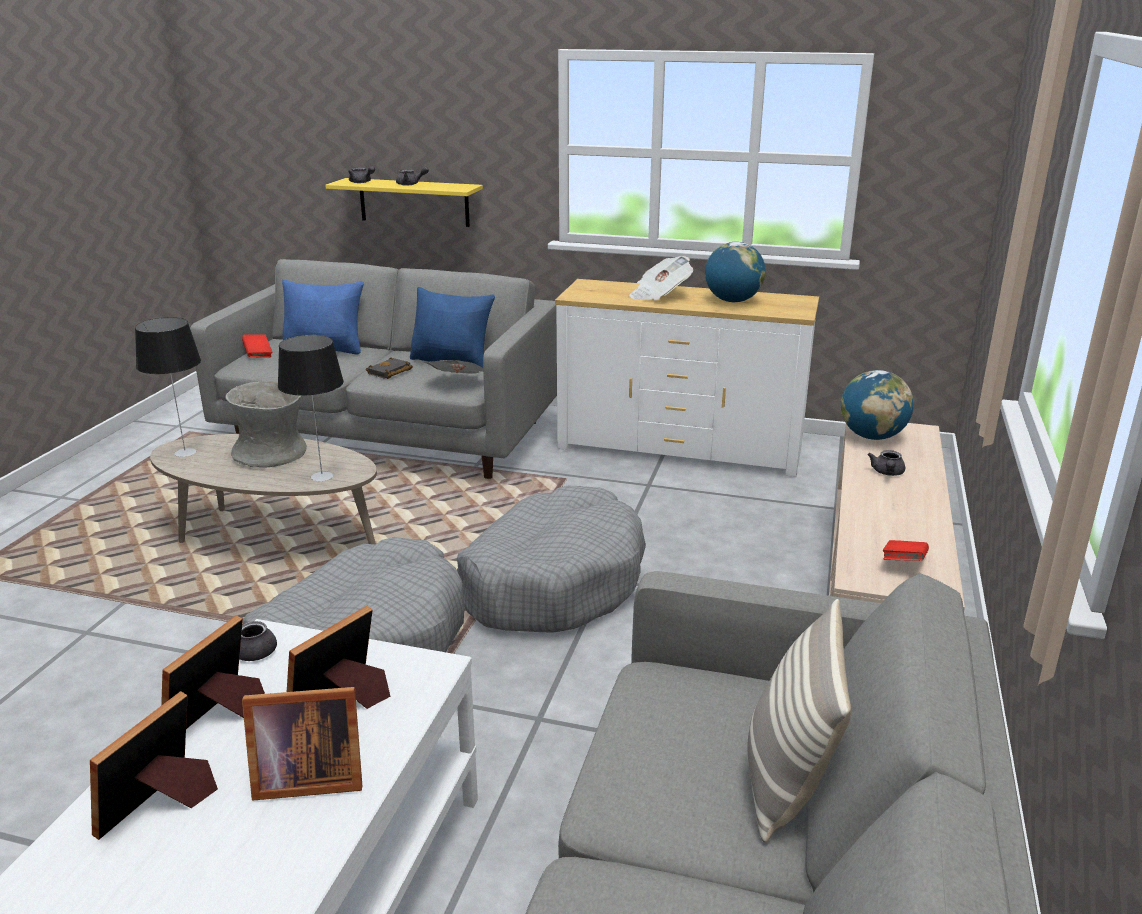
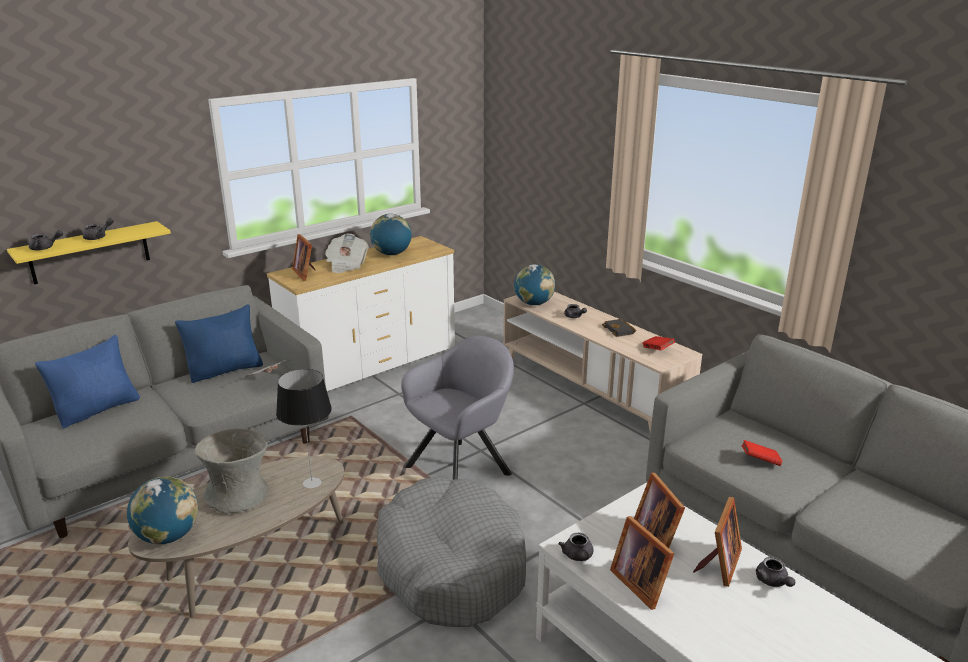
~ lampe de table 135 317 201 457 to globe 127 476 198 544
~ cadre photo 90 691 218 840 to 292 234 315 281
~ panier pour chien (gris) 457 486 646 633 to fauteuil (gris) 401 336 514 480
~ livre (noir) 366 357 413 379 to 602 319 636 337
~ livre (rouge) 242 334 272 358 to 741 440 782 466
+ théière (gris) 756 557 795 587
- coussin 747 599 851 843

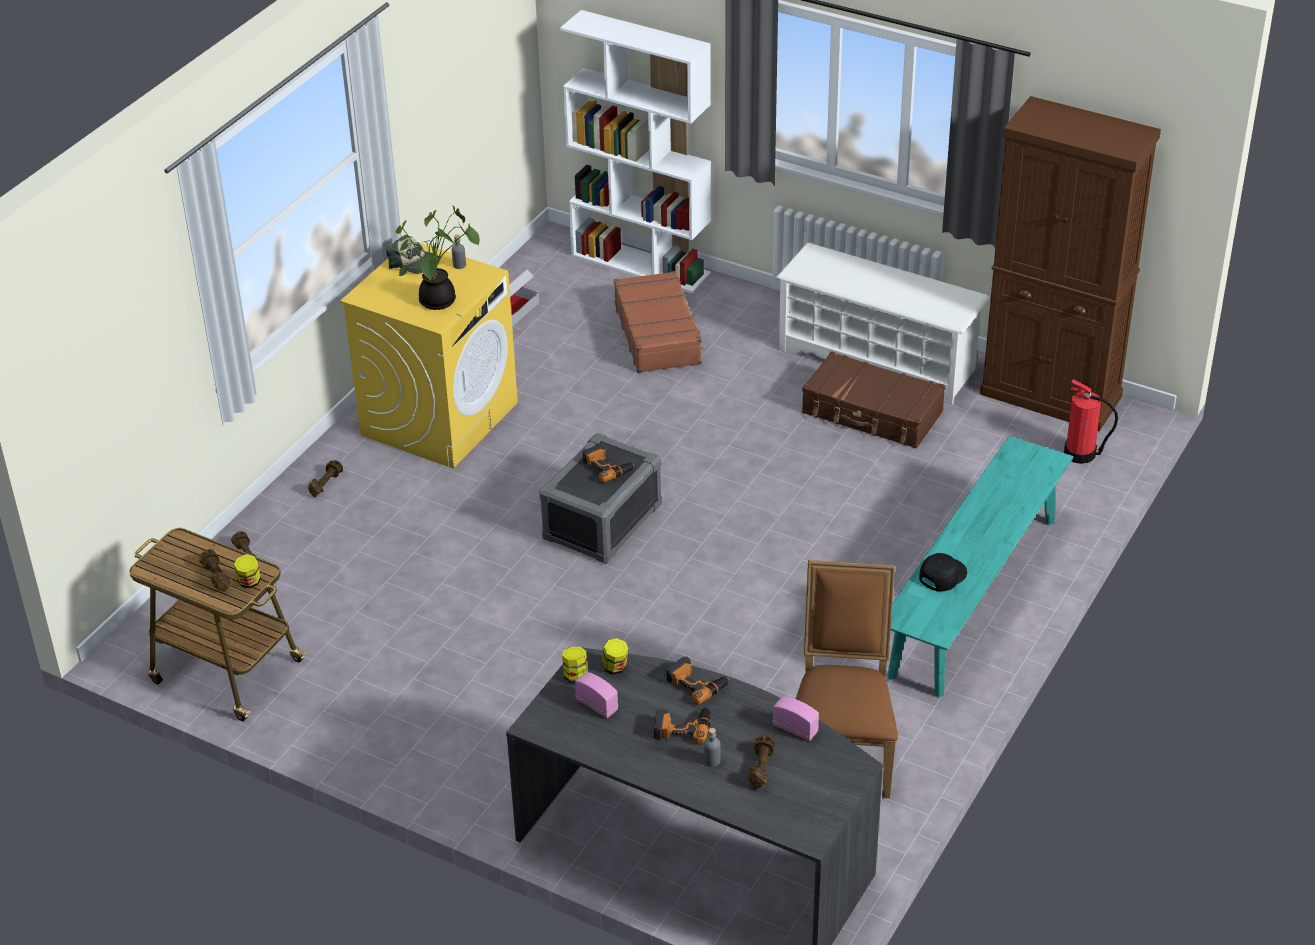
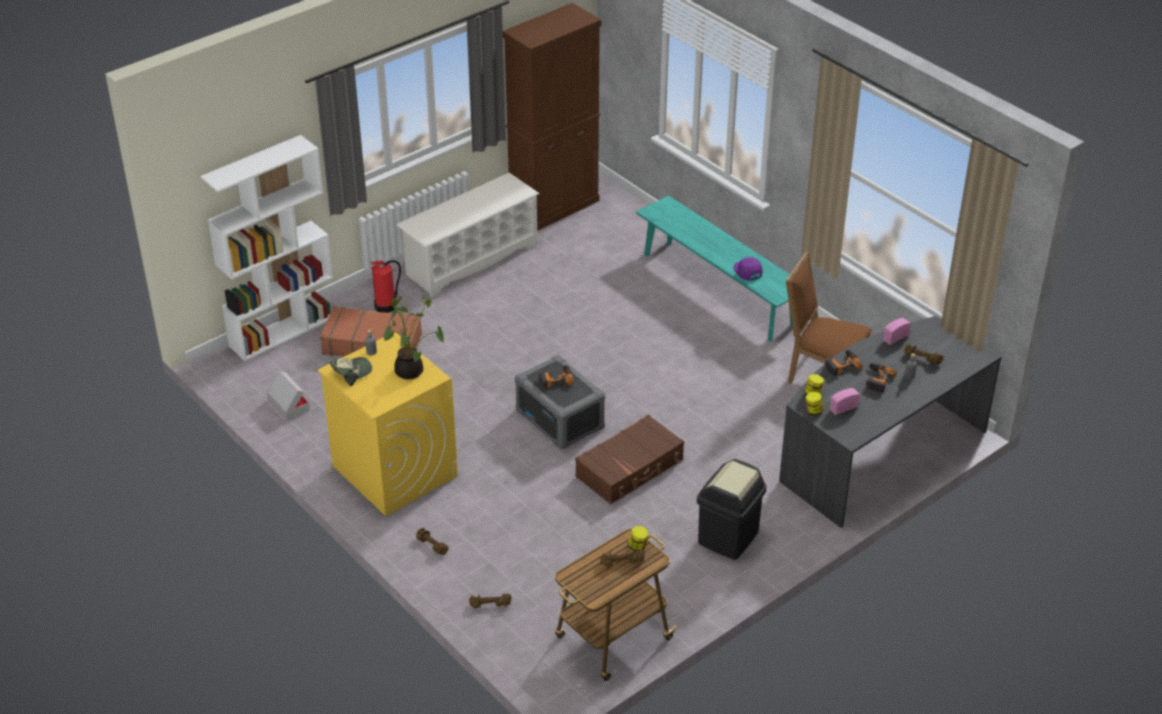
~ extincteur 1064 379 1118 464 to 371 260 401 313
~ valise (marron) 802 351 945 448 to 575 415 684 504
+ poubelle (noir) 697 459 766 560
~ casquette (noir) 919 553 967 592 to casquette (violet) 733 257 762 281

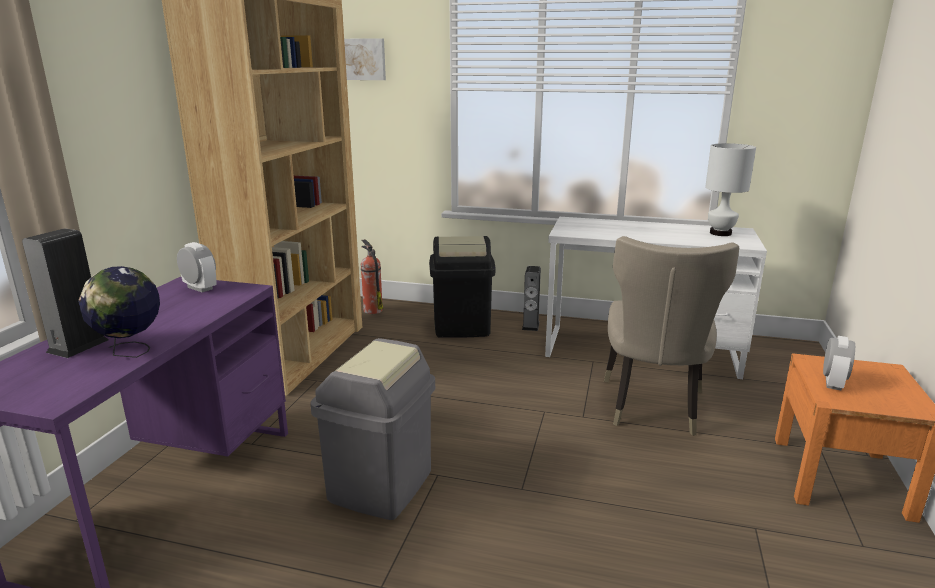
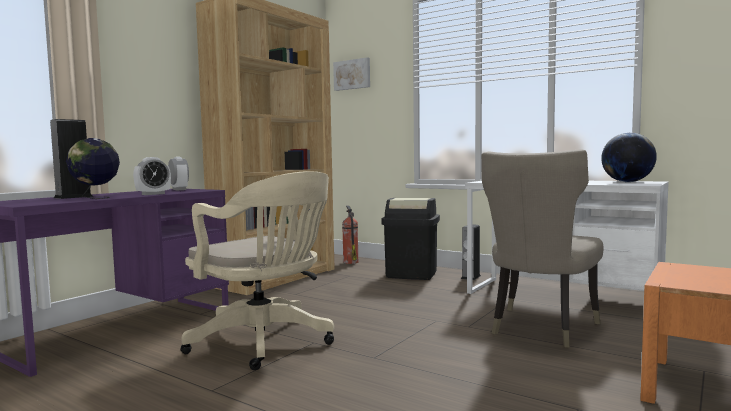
~ réveil 823 336 855 390 to 133 157 171 195
~ poubelle (gris) 310 338 435 520 to chaise de bureau (beige) 181 171 334 370
~ lampe de table (blanc) 705 143 756 236 to globe 601 133 657 182

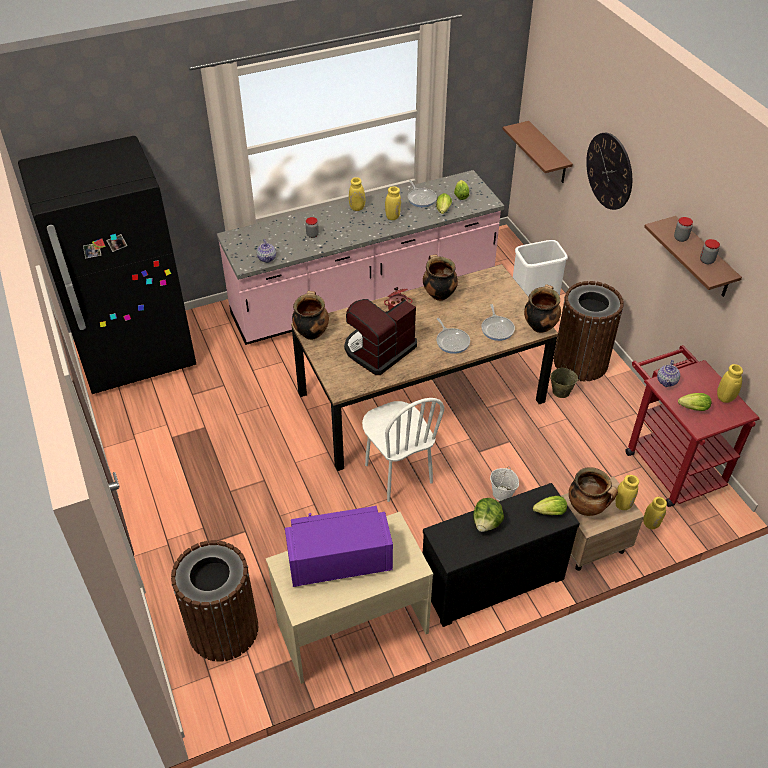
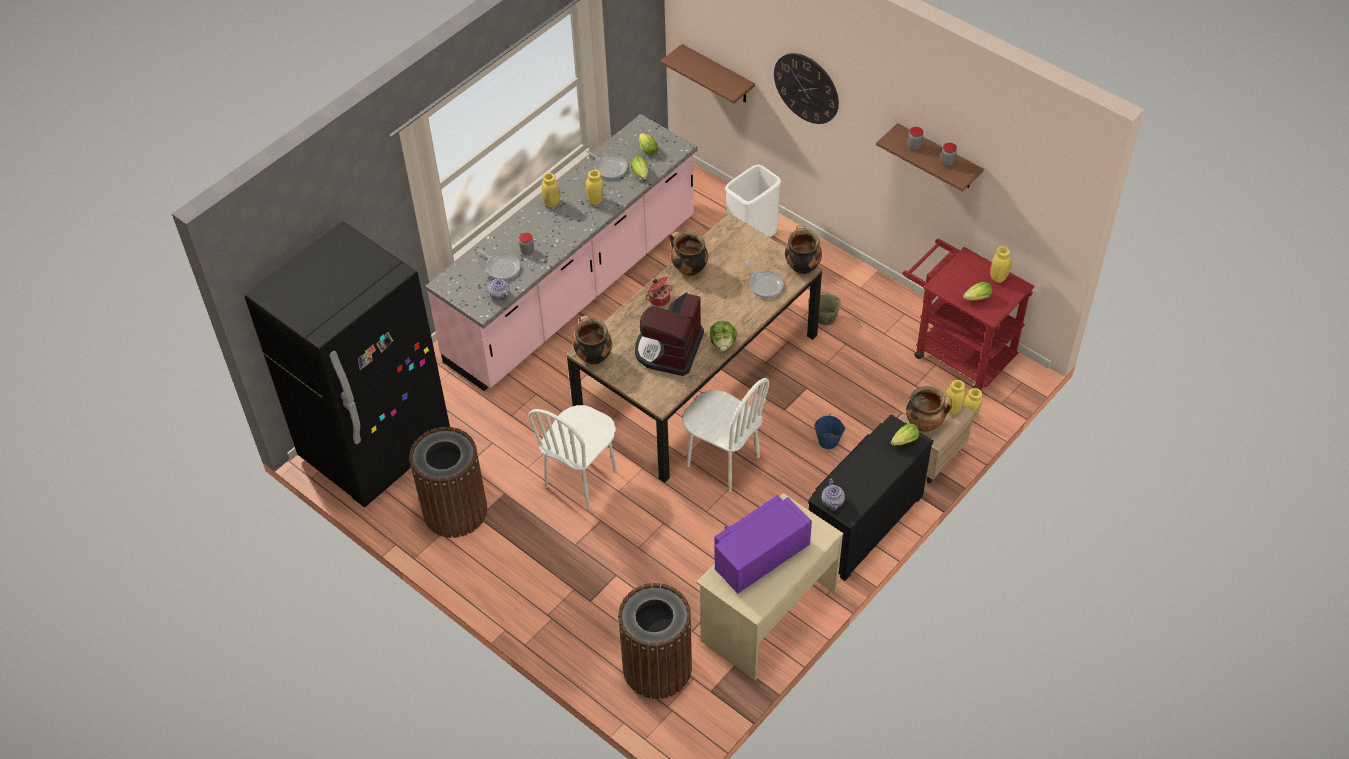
~ poubelle (marron) 554 281 624 381 to 409 427 487 538
~ poêle 436 318 470 354 to 477 249 521 280
+ chaise (blanc) 528 405 617 509
~ laitue 473 498 504 532 to 710 321 737 351
~ seau (blanc) 490 467 519 501 to seau (bleu) 814 414 845 449
~ théière 657 360 680 387 to 822 479 845 511

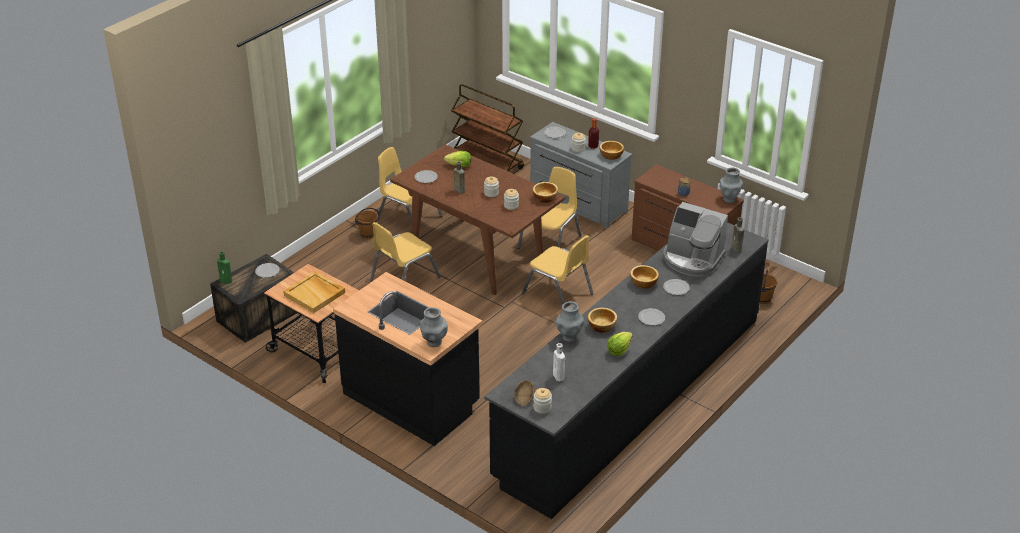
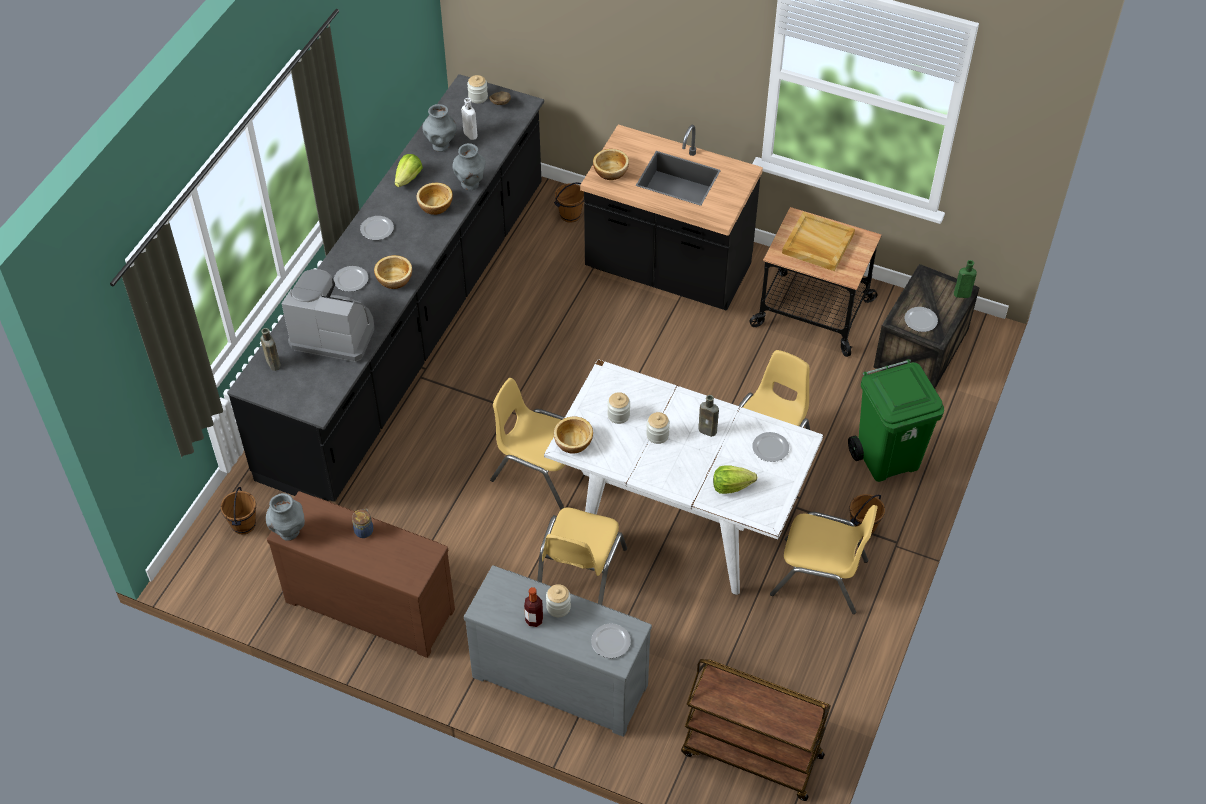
~ vase (gris) 419 307 448 347 to 422 104 456 152
~ table à manger (marron) 390 144 566 295 to table à manger (blanc) 544 359 824 595
+ seau (marron) 554 182 584 223
~ bol 600 141 624 160 to 593 149 629 180
+ poubelle (vert) 848 359 944 482

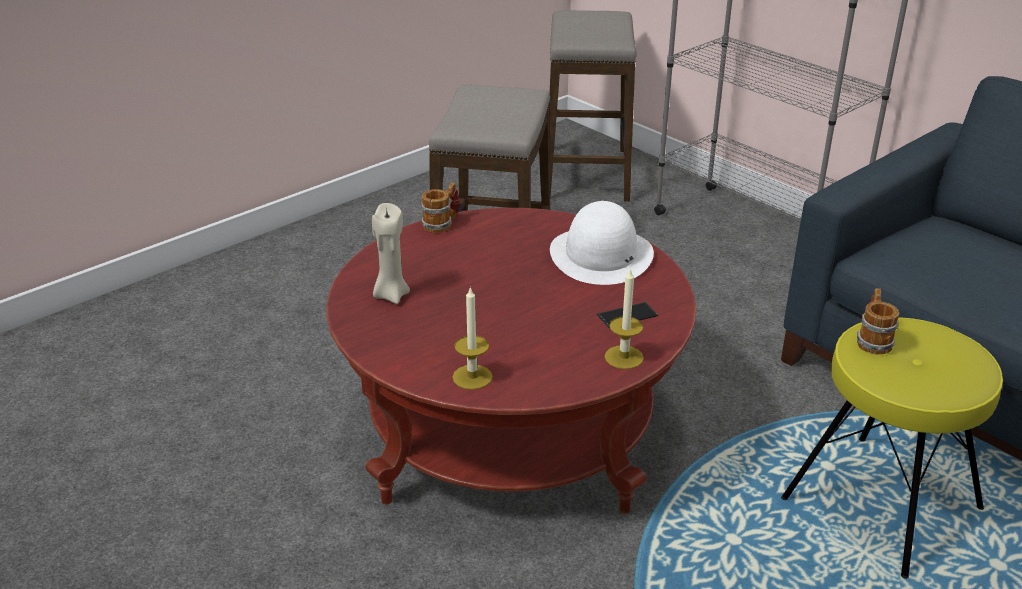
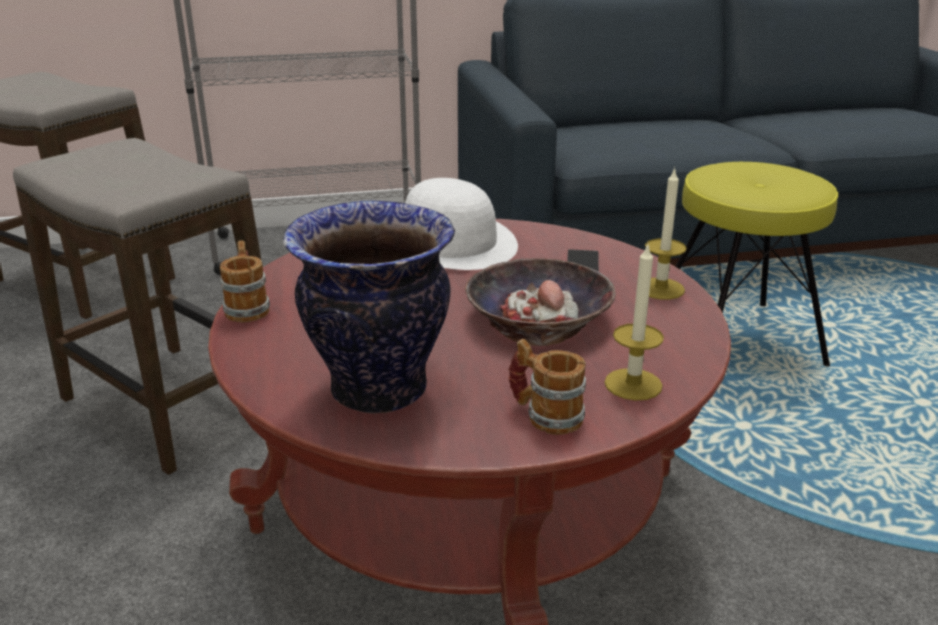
~ bougie (beige) 372 203 410 304 to vase 283 201 455 414
+ bol 465 258 616 346
~ mug 857 288 899 354 to 508 339 586 435

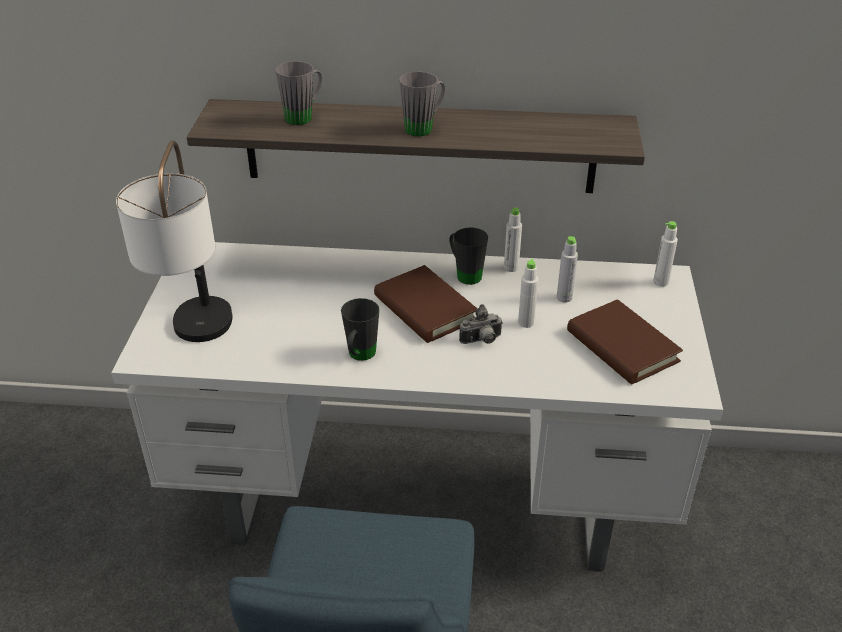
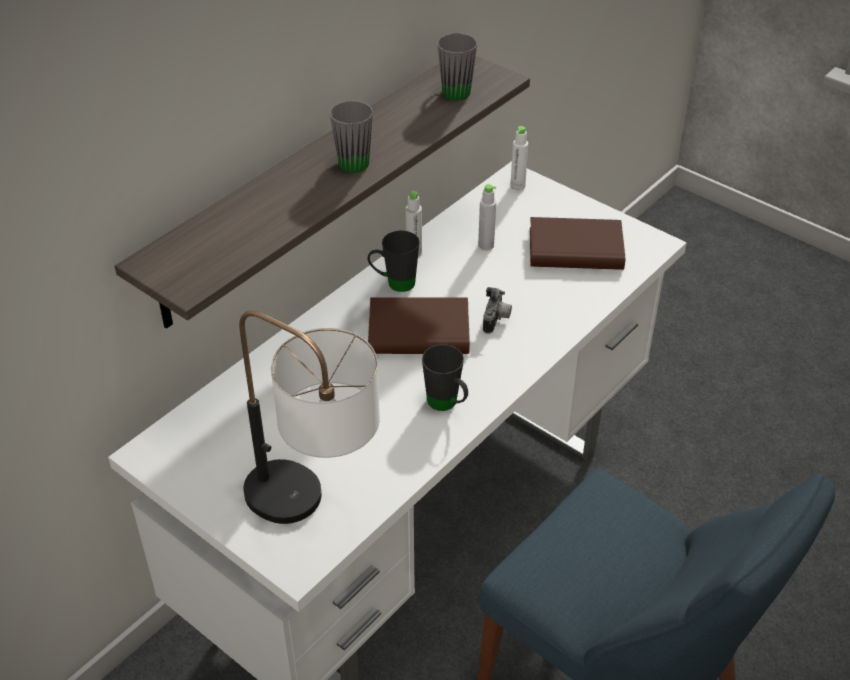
~ mug (gris) 275 61 322 125 to 437 33 477 101
- bouteille (blanc) 518 258 538 328

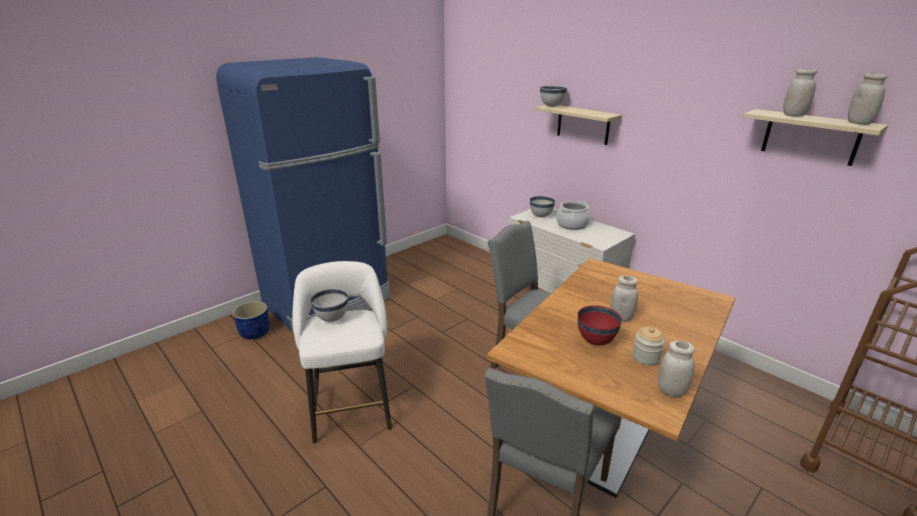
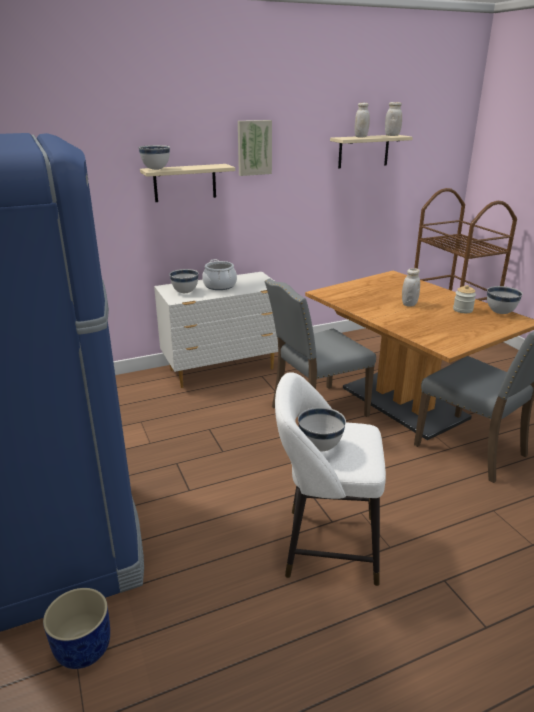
+ tableau 238 120 272 176
~ bocal (blanc) 658 341 695 397 to bol (blanc) 487 286 523 314
- bol (rouge) 578 305 622 346

